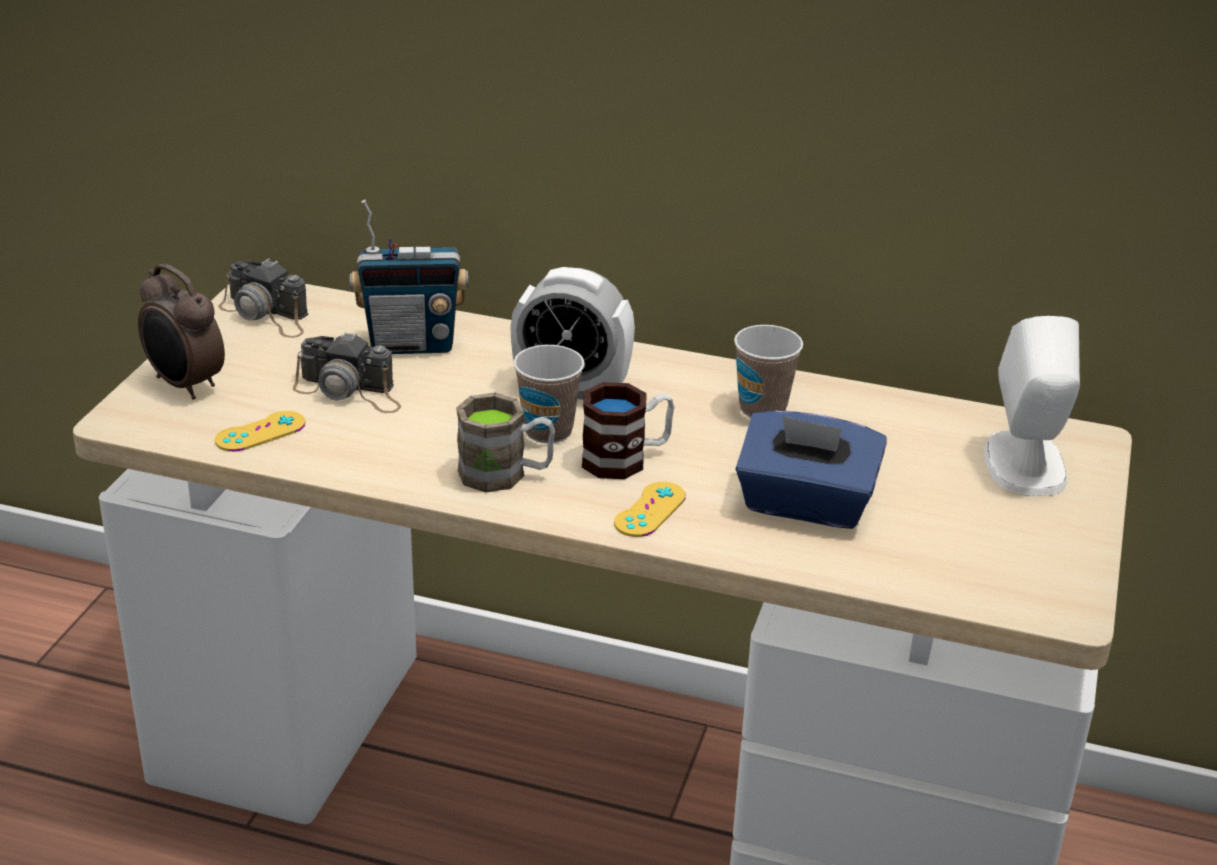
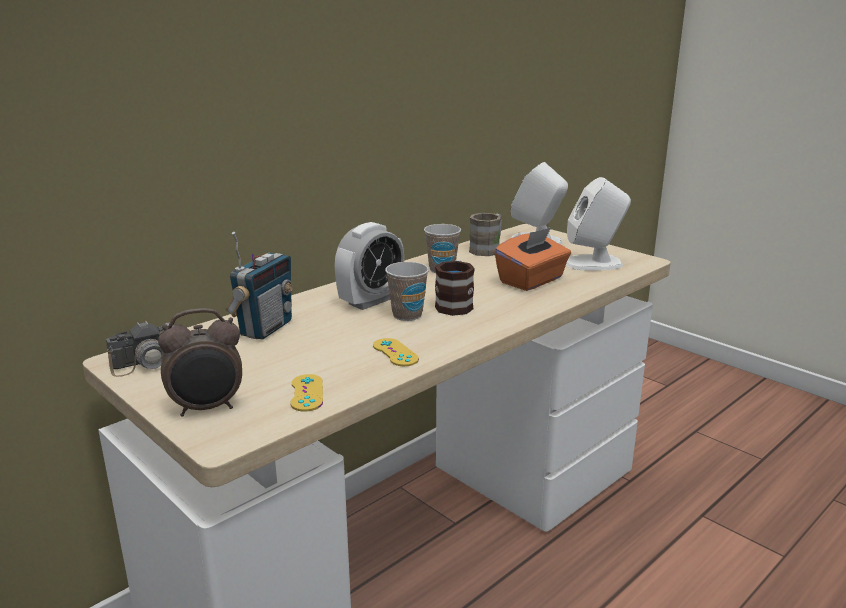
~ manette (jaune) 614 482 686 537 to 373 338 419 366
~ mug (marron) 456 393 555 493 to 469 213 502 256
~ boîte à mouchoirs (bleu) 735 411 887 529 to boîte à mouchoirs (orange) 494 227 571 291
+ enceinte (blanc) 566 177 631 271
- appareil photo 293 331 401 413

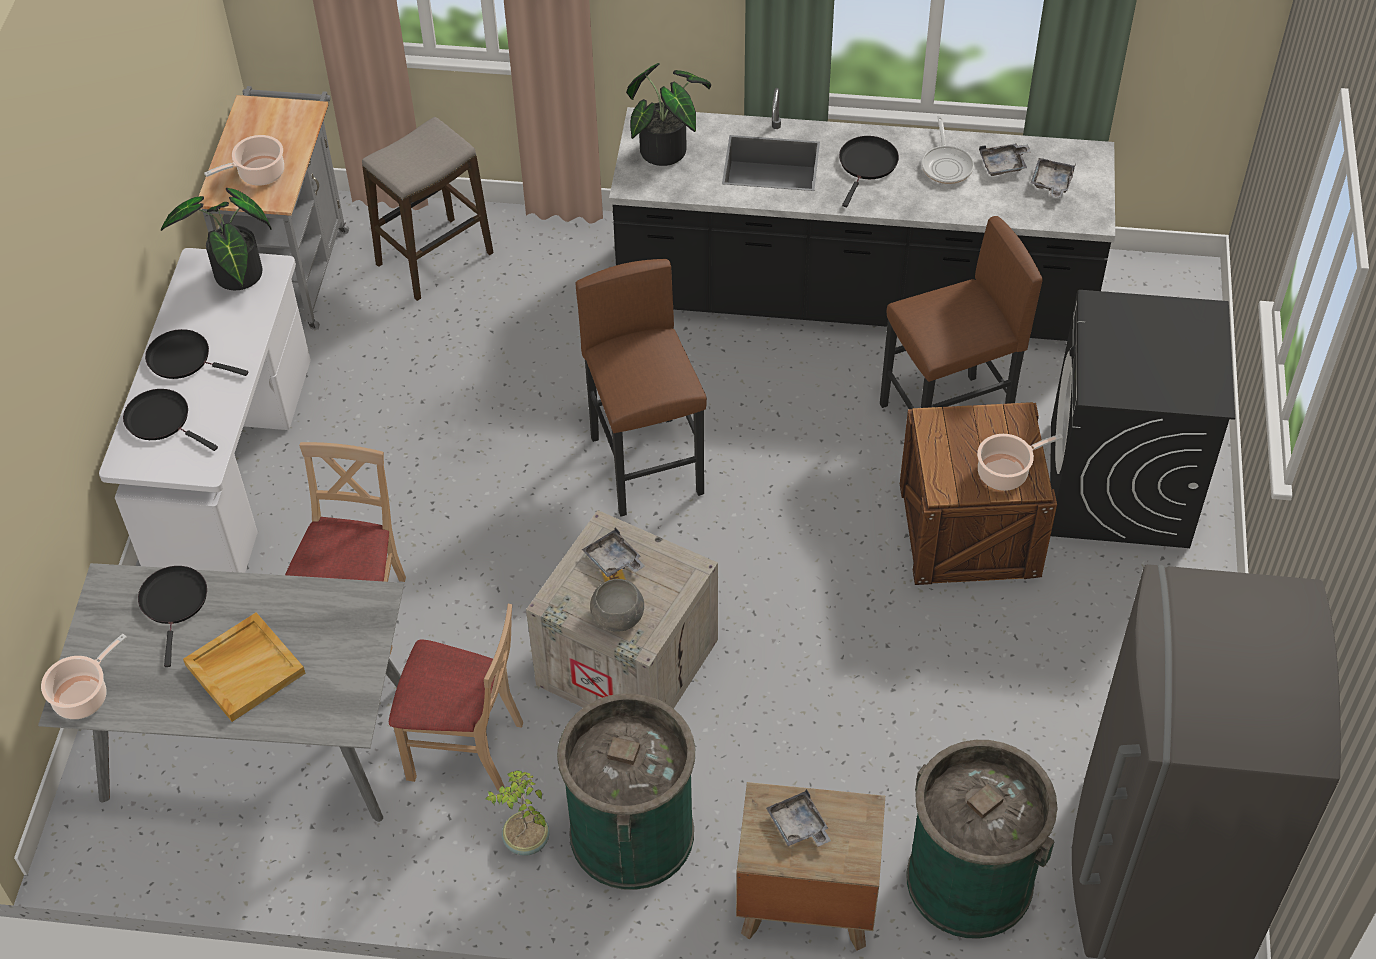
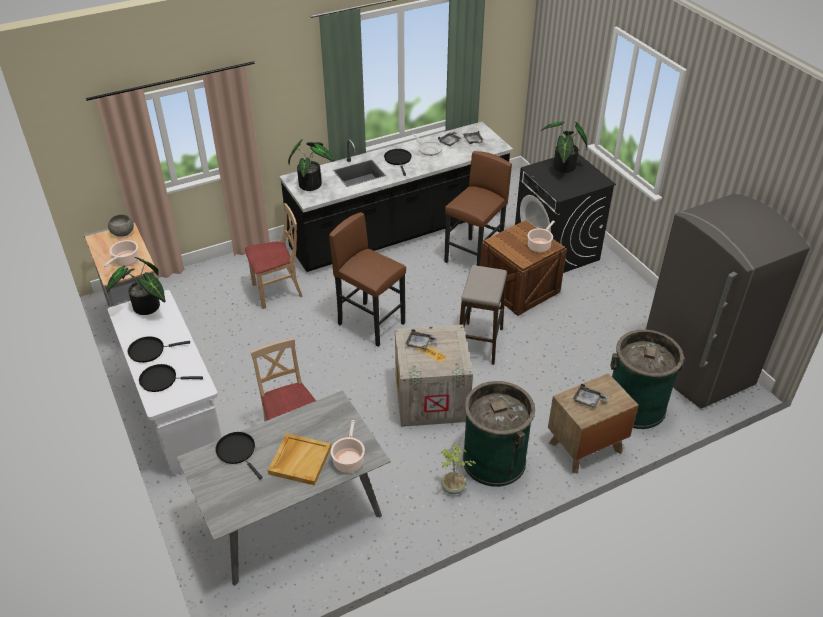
~ bol (gris) 590 579 644 632 to 108 214 134 237
~ chaise (beige) 389 604 523 790 to 245 203 303 309
~ marmite 41 634 127 719 to 331 420 365 473
~ tabouret 362 117 494 301 to 459 265 507 365
+ plante en pot 541 122 587 173

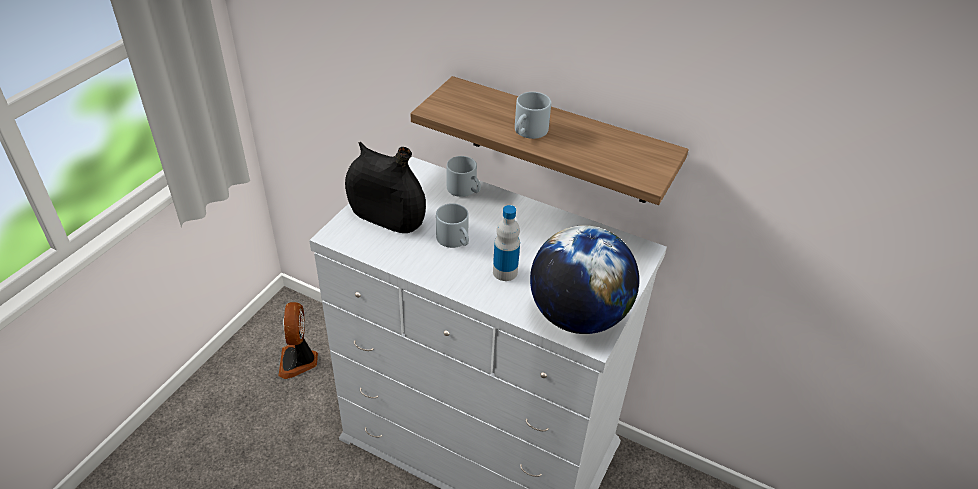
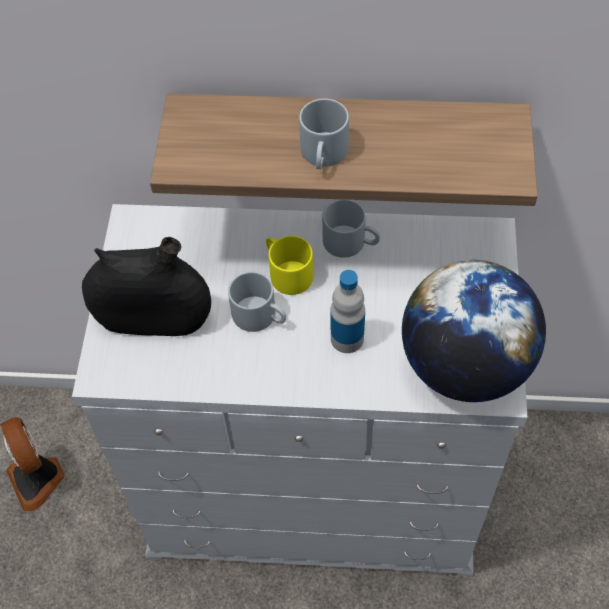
+ mug (jaune) 266 236 313 295
~ mug (gris) 447 156 481 197 to 322 199 380 258

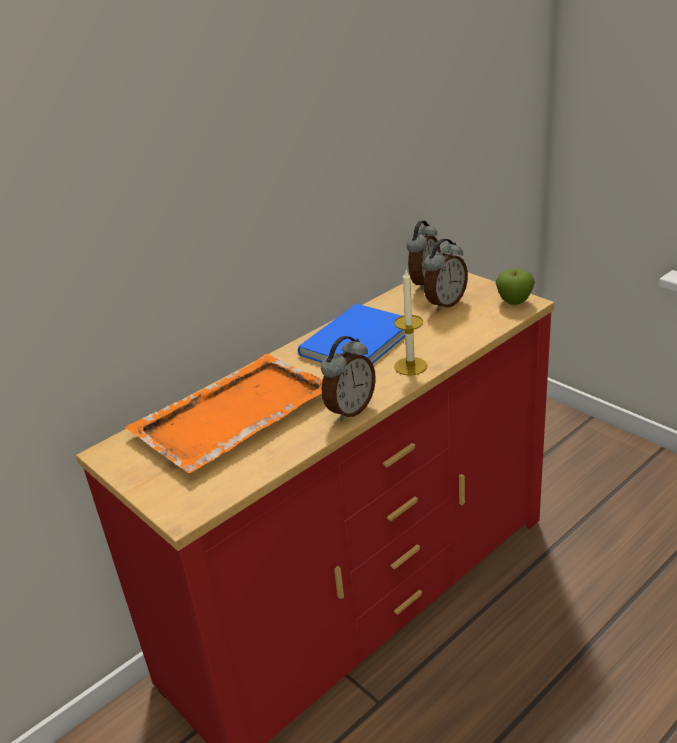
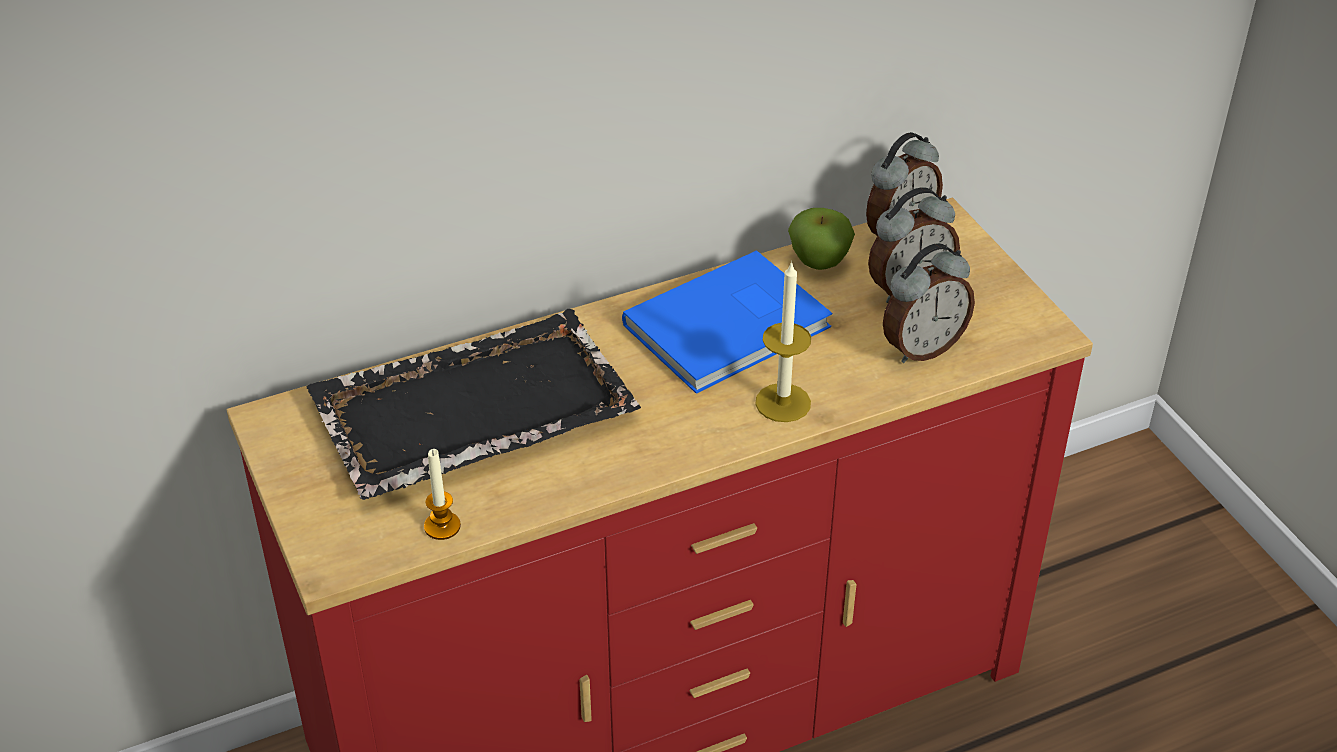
~ plateau (orange) 125 354 323 473 to plateau (noir) 307 309 641 500
+ bougie 424 449 461 540
~ pomme 496 269 535 305 to 788 208 855 270
~ réveil 321 336 376 421 to 883 243 975 363

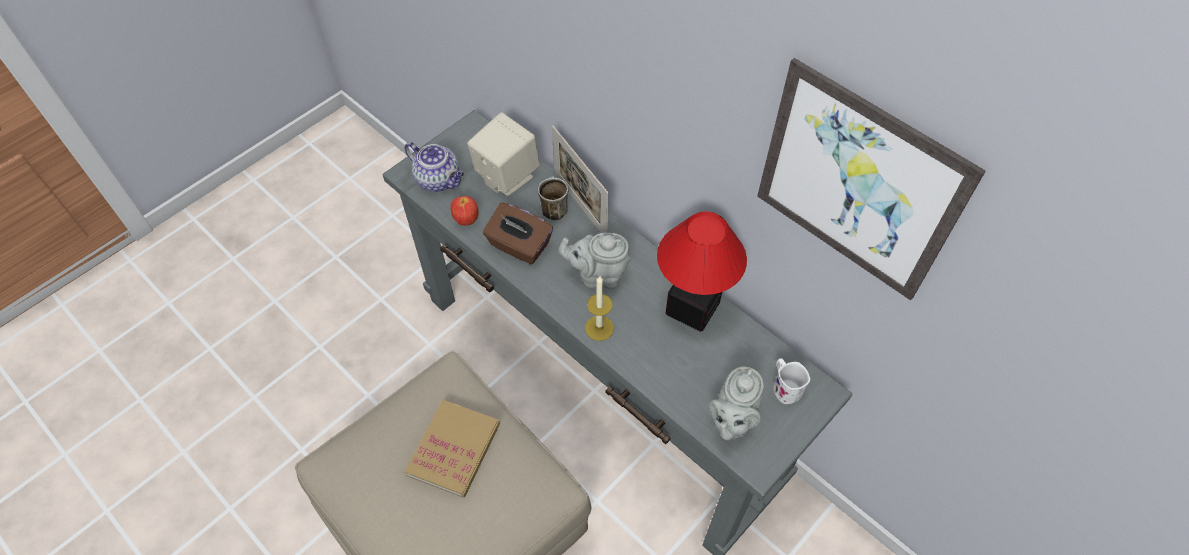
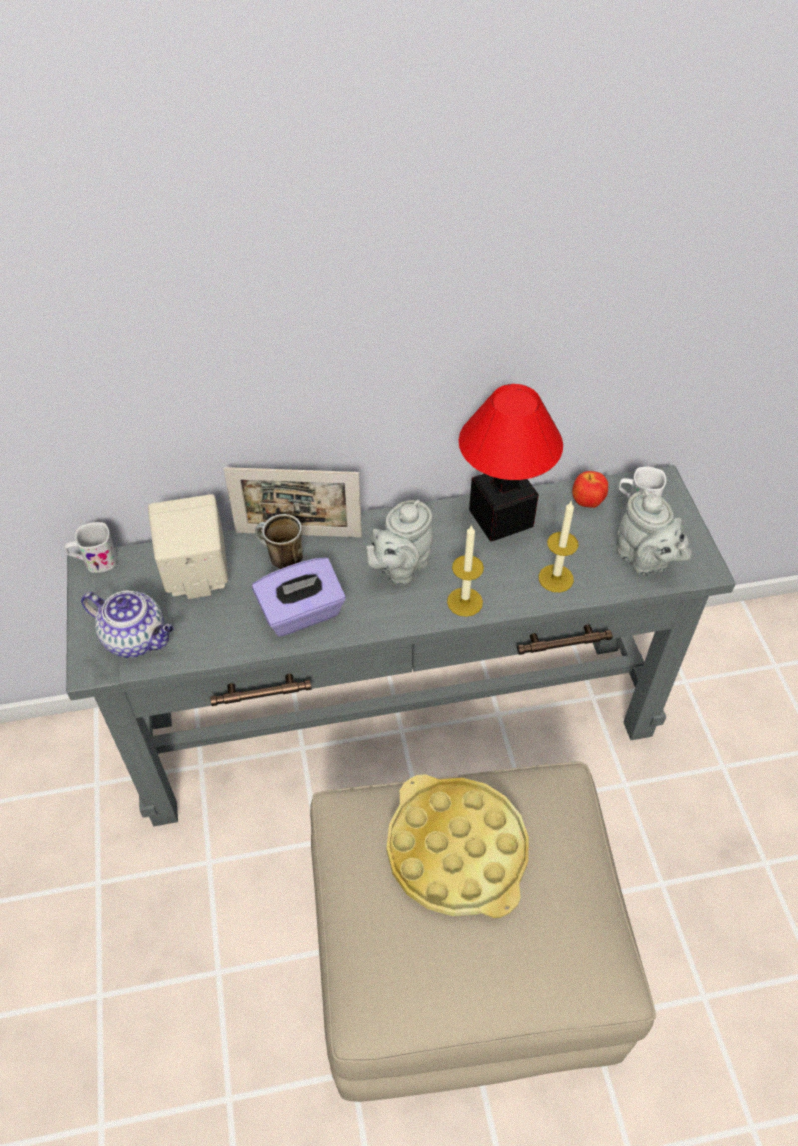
+ mug (blanc) 65 522 117 573
~ théière 404 142 464 192 = 81 591 174 658 45 degrees clockwise
~ boîte à mouchoirs (marron) 483 203 553 264 to boîte à mouchoirs (violet) 252 557 346 637
~ livre 405 399 500 498 to plateau (jaune) 386 774 529 918
+ bougie 539 501 579 592
~ pomme 451 196 478 226 to 572 471 608 508
- tableau 757 58 986 301

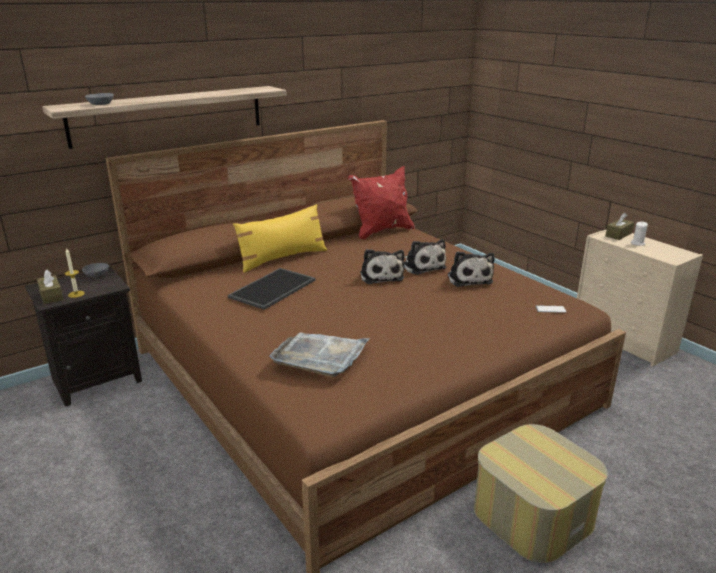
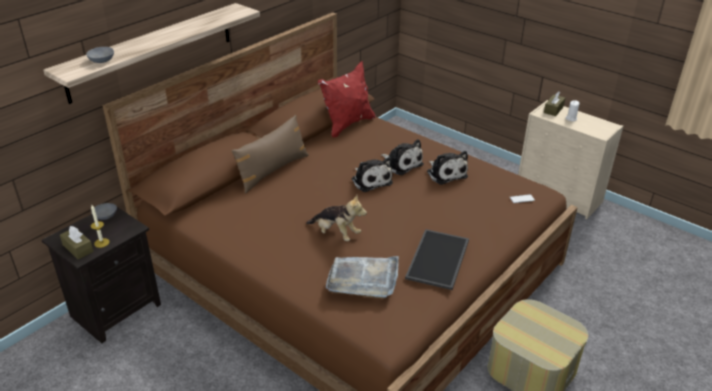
~ coussin (jaune) 233 204 327 273 to coussin (marron) 231 115 309 193
+ peluche 306 195 367 241
~ plateau 228 268 316 310 to 405 229 469 290

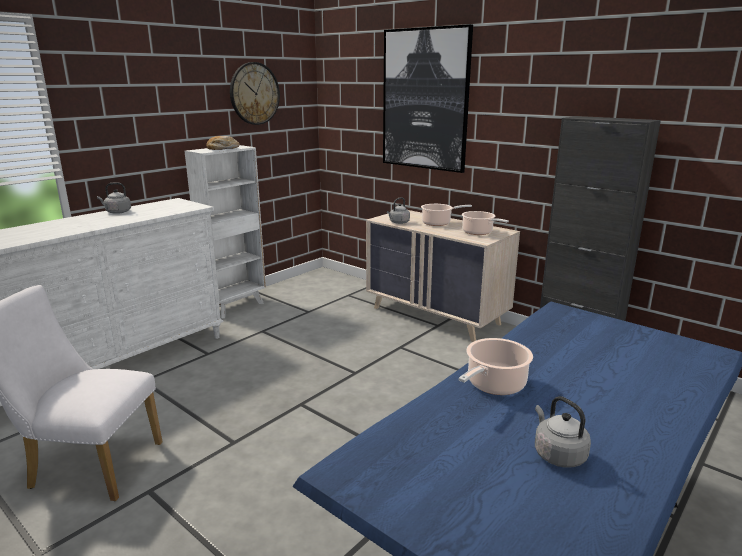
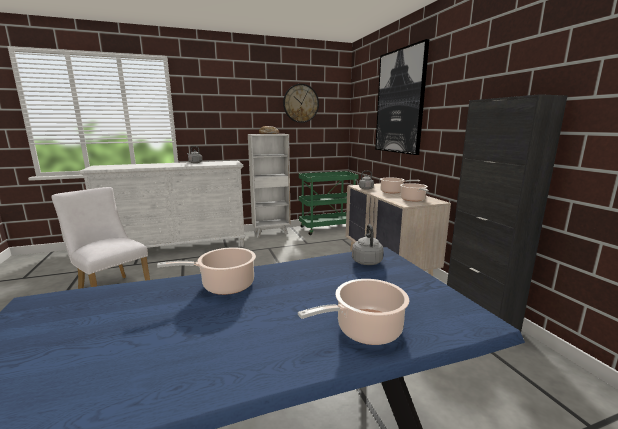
+ marmite 298 279 410 345
+ chariot (vert) 299 171 359 235
~ bouilloire (gris) 535 396 591 468 to 352 224 384 265

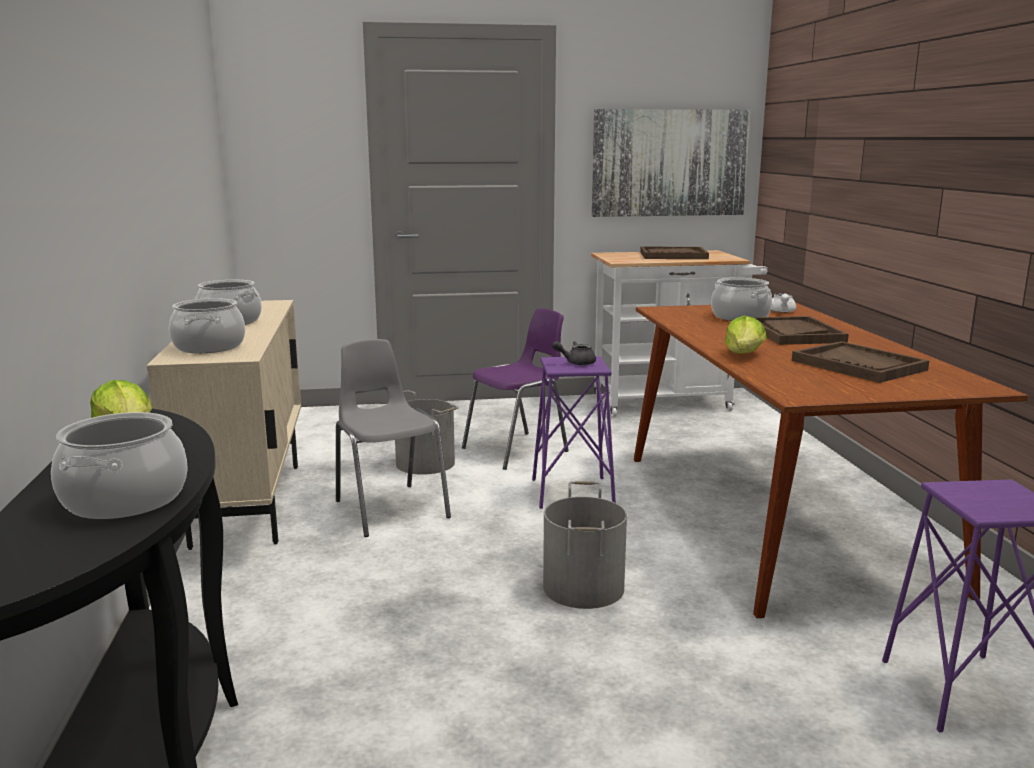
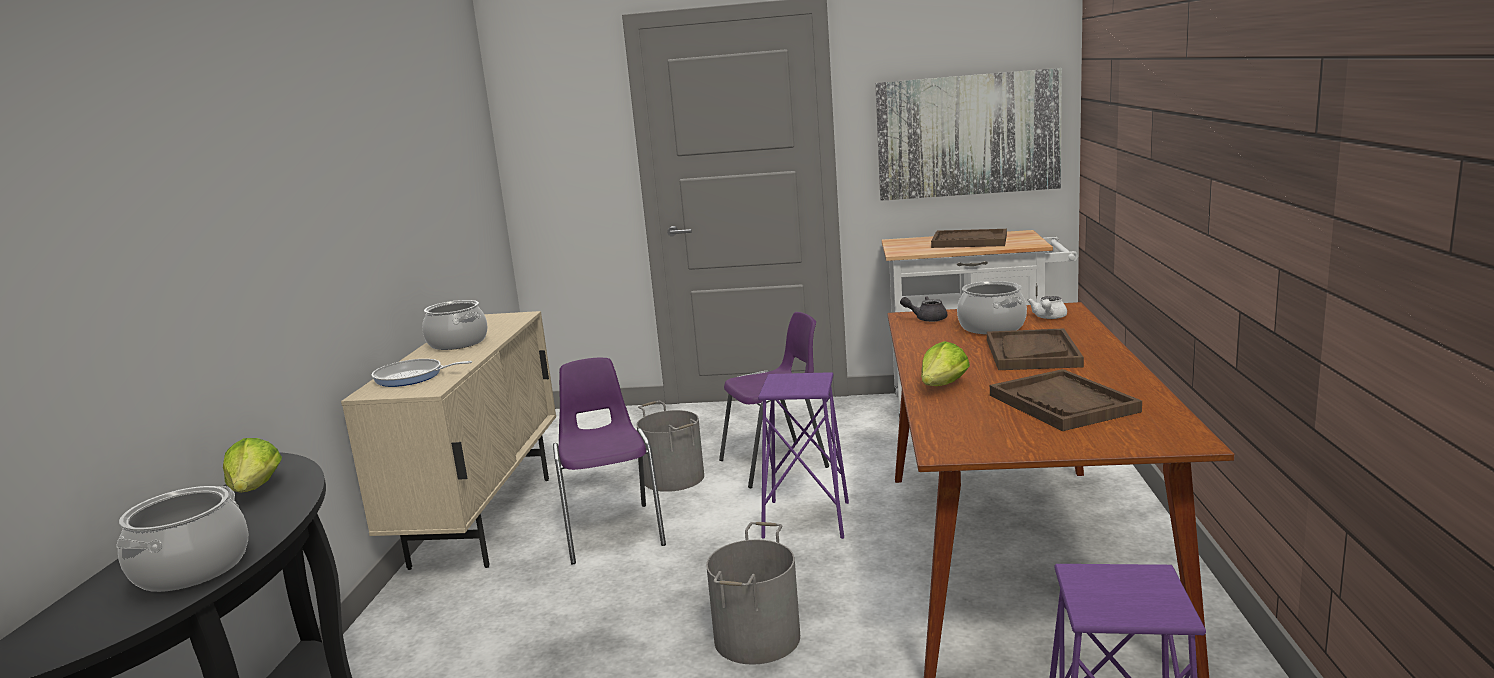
~ marmite 169 298 245 353 to poêle 372 359 472 387
~ chaise (gris) 336 339 451 537 to chaise (violet) 553 358 666 565
~ théière (gris) 552 341 596 365 to 900 296 948 322

